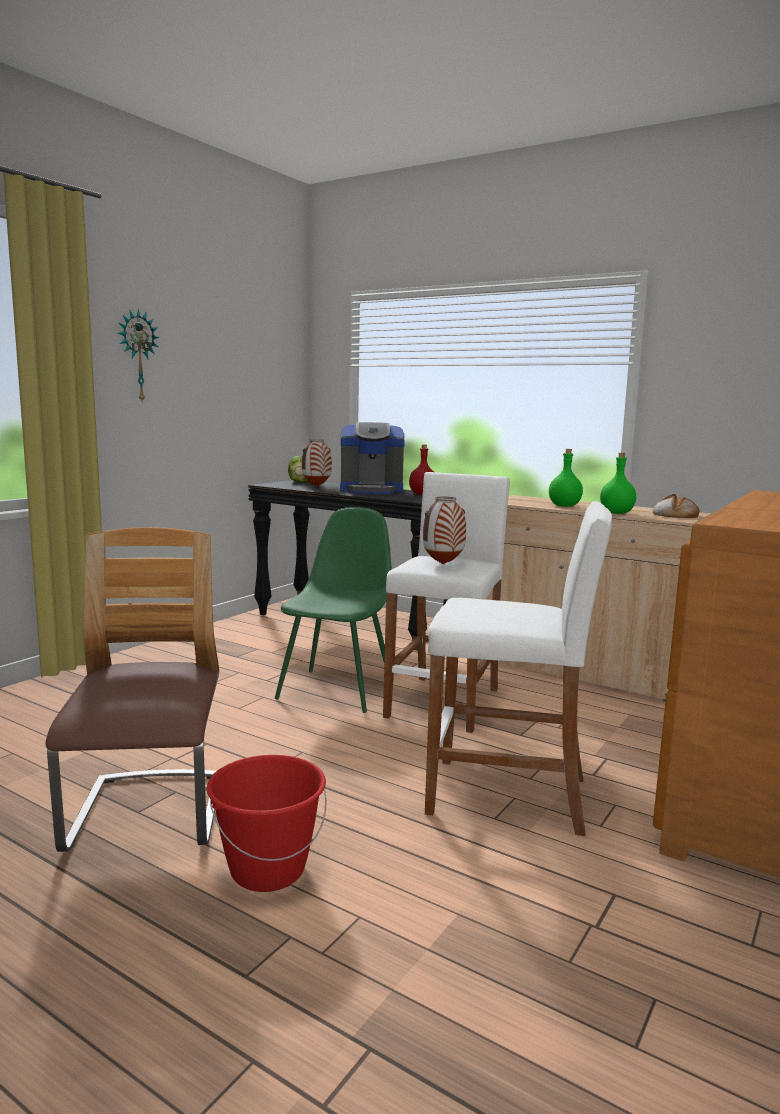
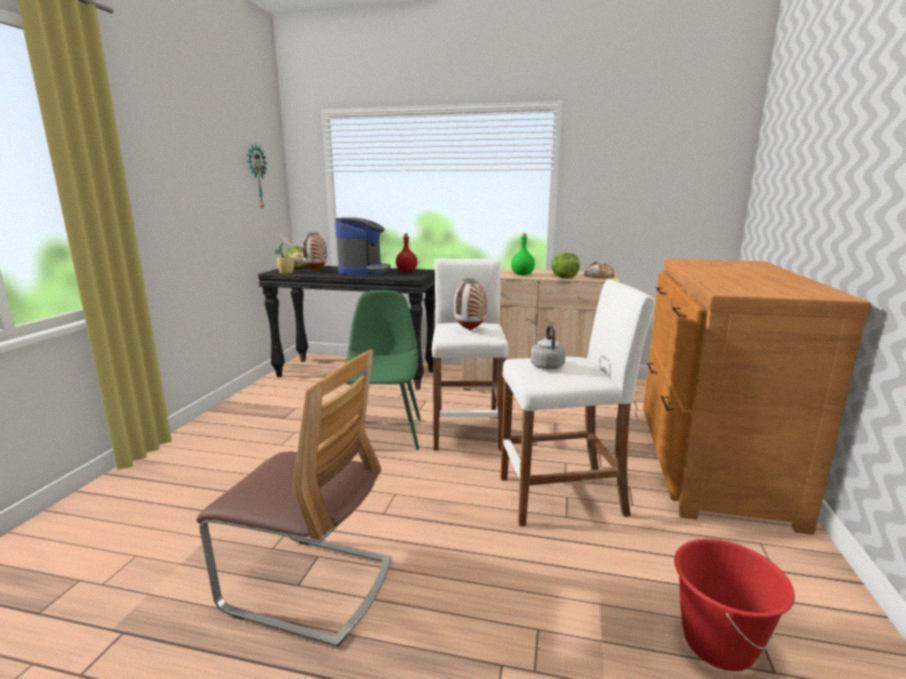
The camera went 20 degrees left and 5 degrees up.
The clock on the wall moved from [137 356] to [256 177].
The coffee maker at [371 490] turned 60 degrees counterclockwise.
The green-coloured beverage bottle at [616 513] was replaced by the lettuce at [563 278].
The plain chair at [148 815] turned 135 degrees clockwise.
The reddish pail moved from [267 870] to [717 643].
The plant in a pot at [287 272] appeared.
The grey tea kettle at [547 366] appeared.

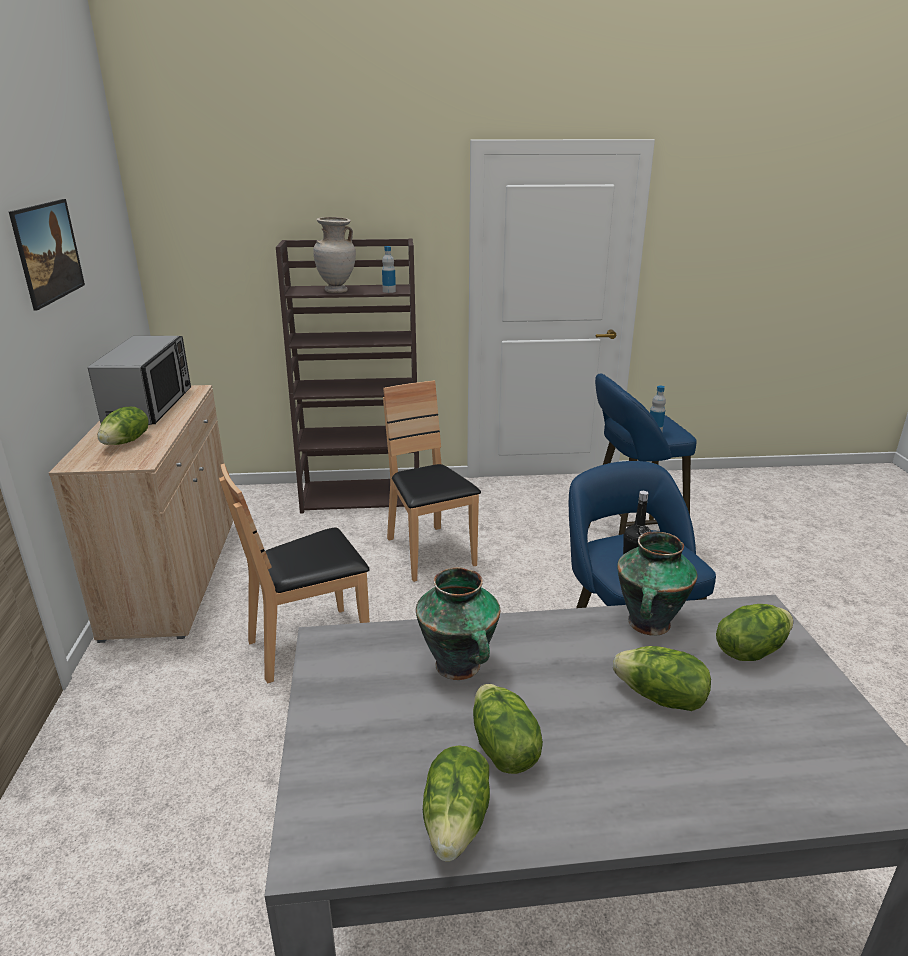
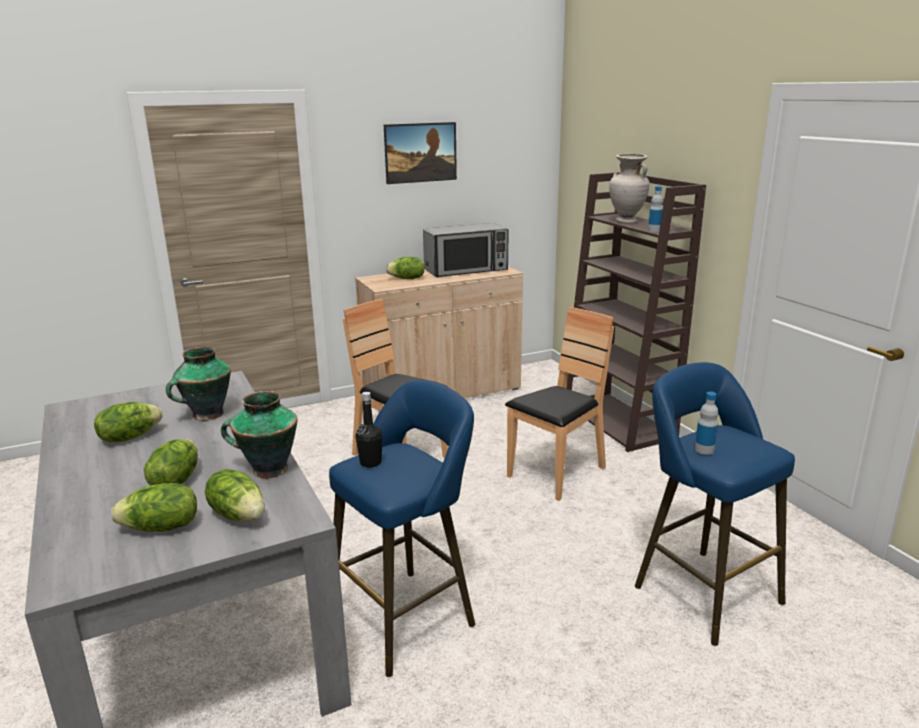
The camera went 70 degrees right and 5 degrees down.
The lettuce moved from [457 821] to [161 528].

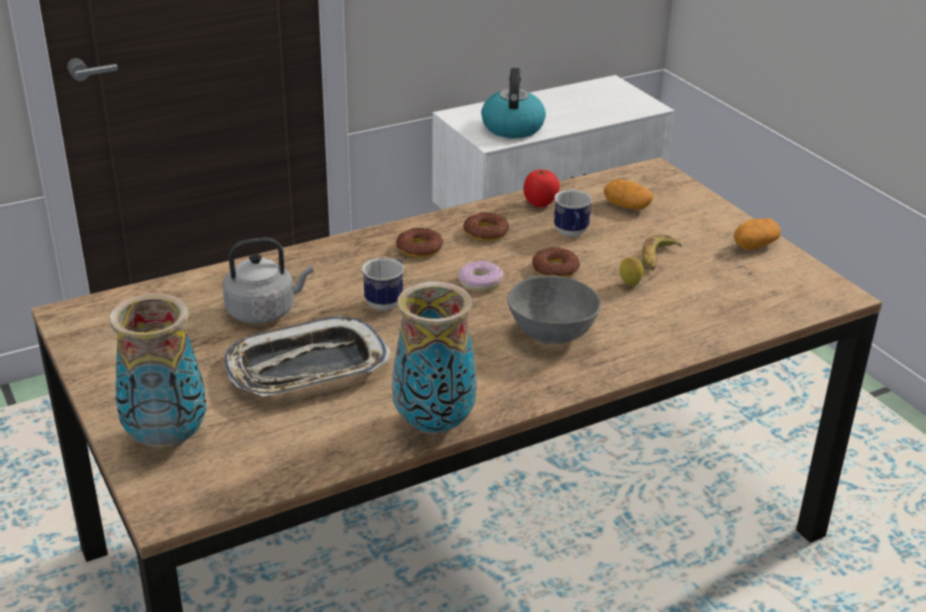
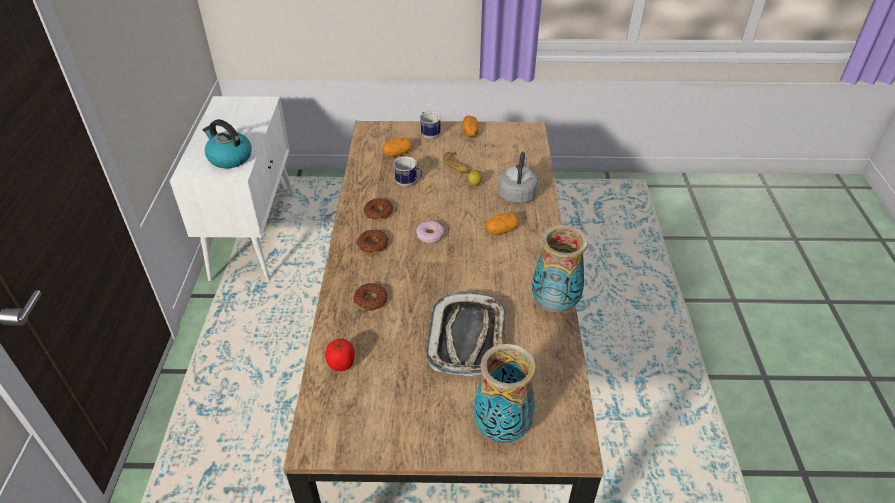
The camera went 60 degrees left and 10 degrees up.
The fresh tomato moved from [540 203] to [342 364].
The grey tea kettle moved from [264 311] to [517 194].
The ring doughnut moved from [555 269] to [371 300].
The mug moved from [387 301] to [429 134].
The grey bowl at [551 335] was replaced by the spud at [501 230].

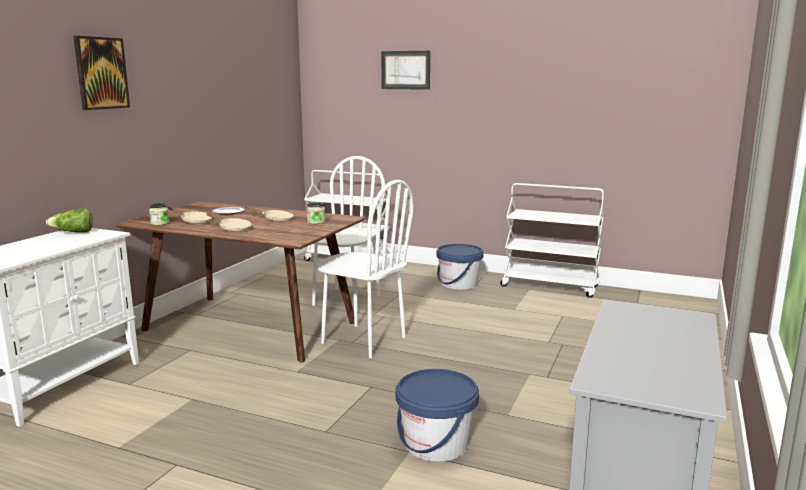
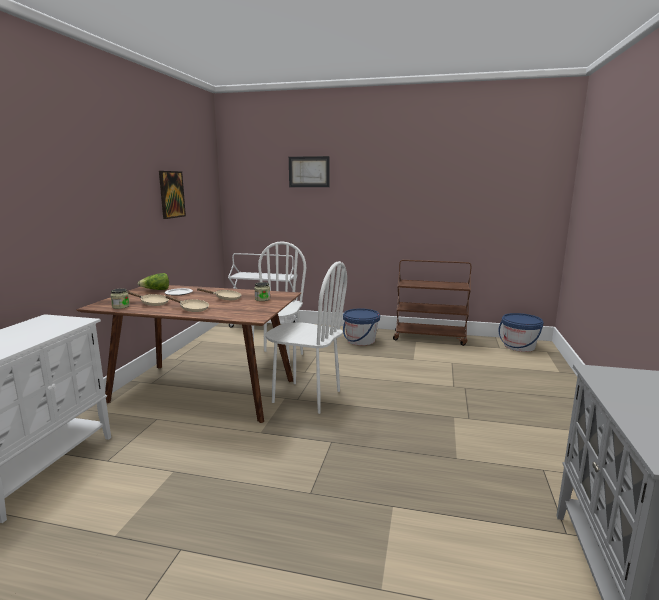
The camera went 10 degrees left and 0 degrees up.
The wall picture moved from [101 73] to [171 194].
The white trolley at [550 286] became the brownish trolley at [430 338].
The lettuce moved from [73 232] to [156 290].
The bluish pail moved from [436 444] to [519 346].

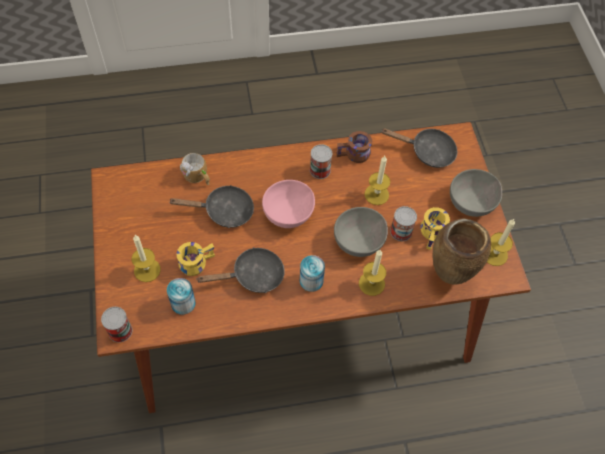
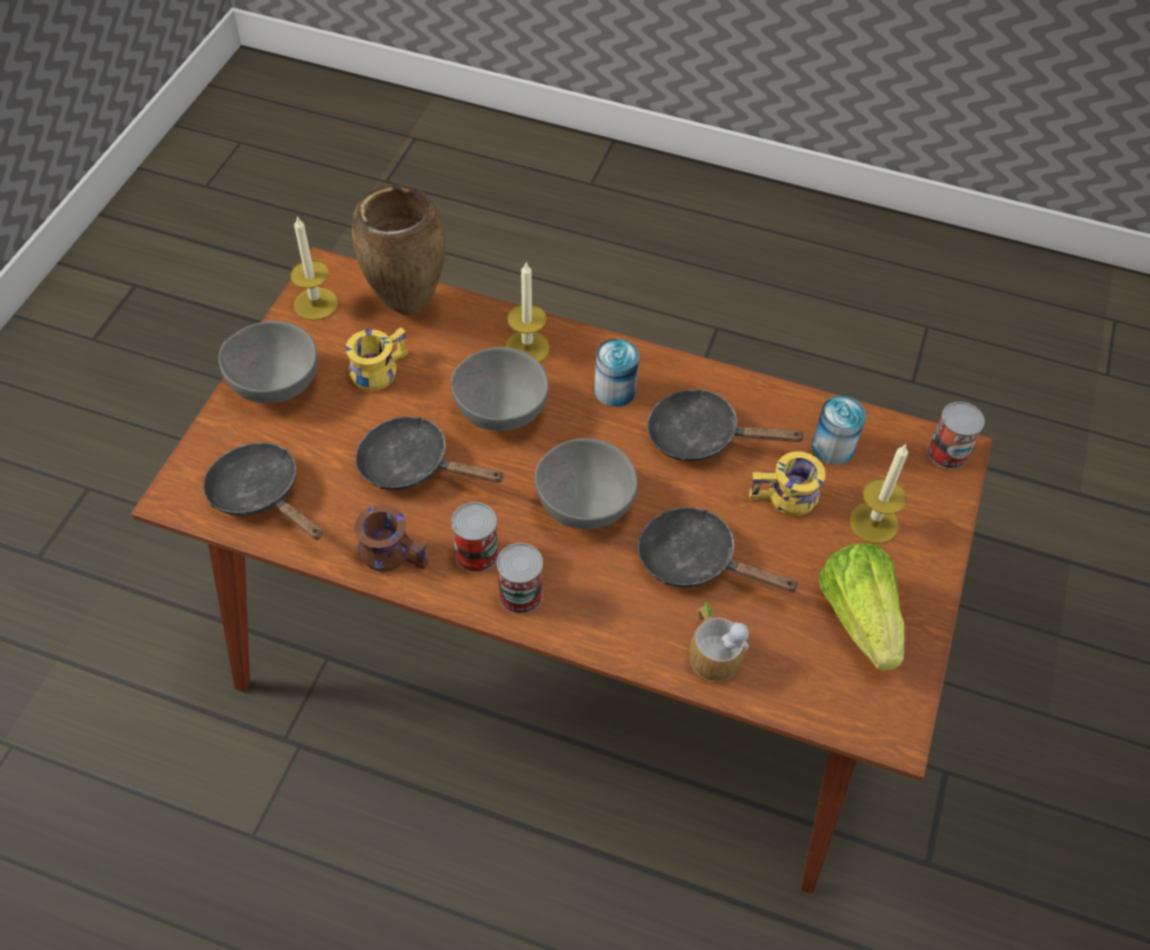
The camera went 150 degrees left and 5 degrees down.
The wax candle at [376 194] was replaced by the blackish frying pan at [413 466].
The pink-coloured bowl at [290 214] became the grey bowl at [582 502].
The sealed can moved from [401 231] to [520 594].
The lettuce at [859 617] appeared.

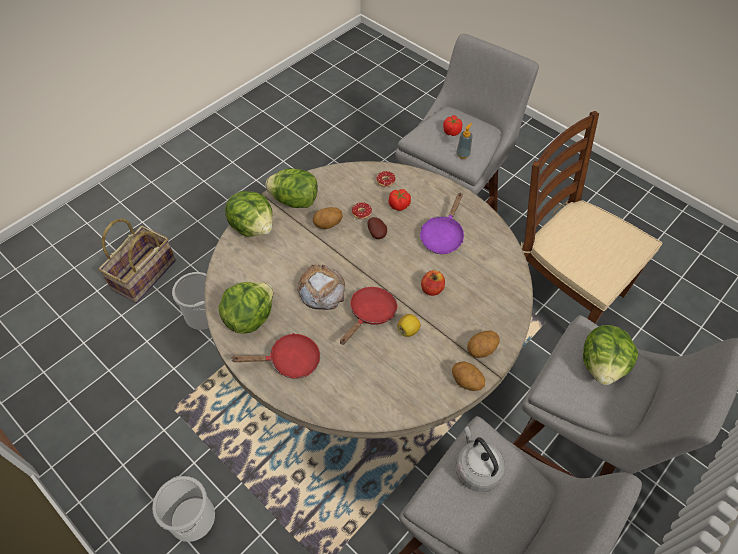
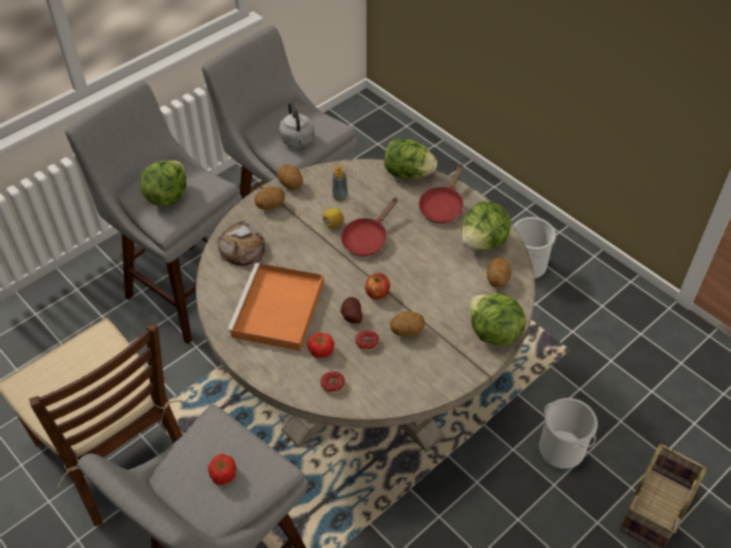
The camera went 175 degrees left and 5 degrees down.
The soap dispenser moved from [463 154] to [340 197].
The lettuce moved from [295 201] to [408 173].
The purplish frying pan at [442 236] was replaced by the orangey tray at [278 311].
The baked bread moved from [321 290] to [242 248].
The apple moved from [432 289] to [377 293].
The reddish frying pan at [289 361] turned 60 degrees counterclockwise.
The spud at [497 280] appeared.

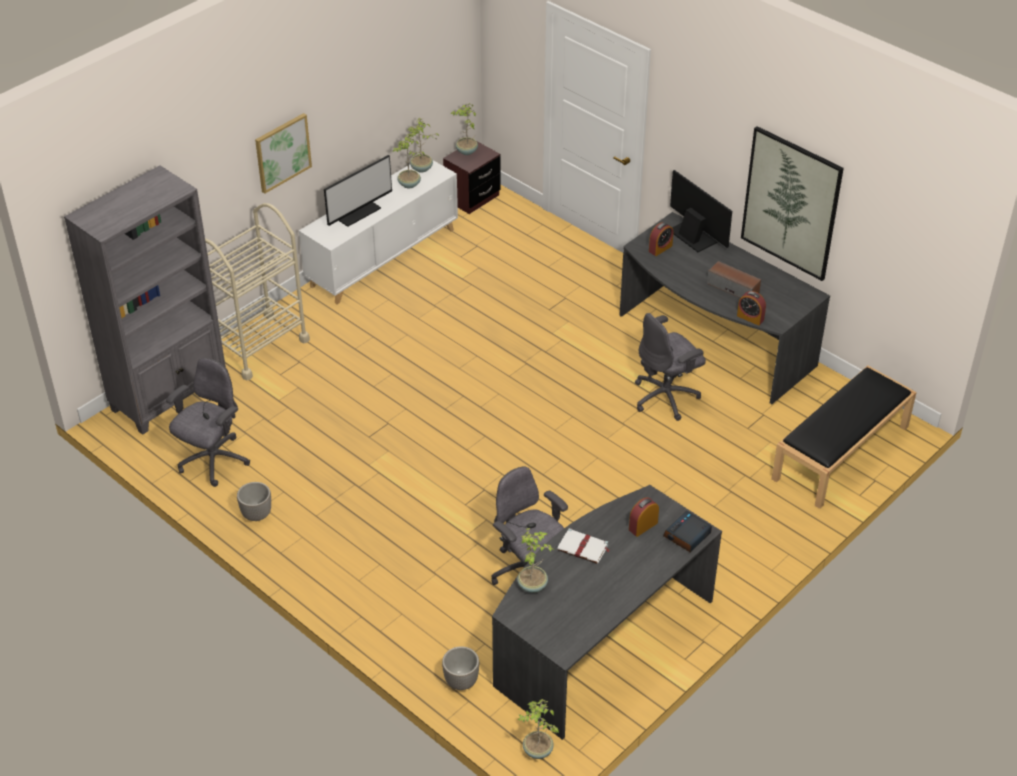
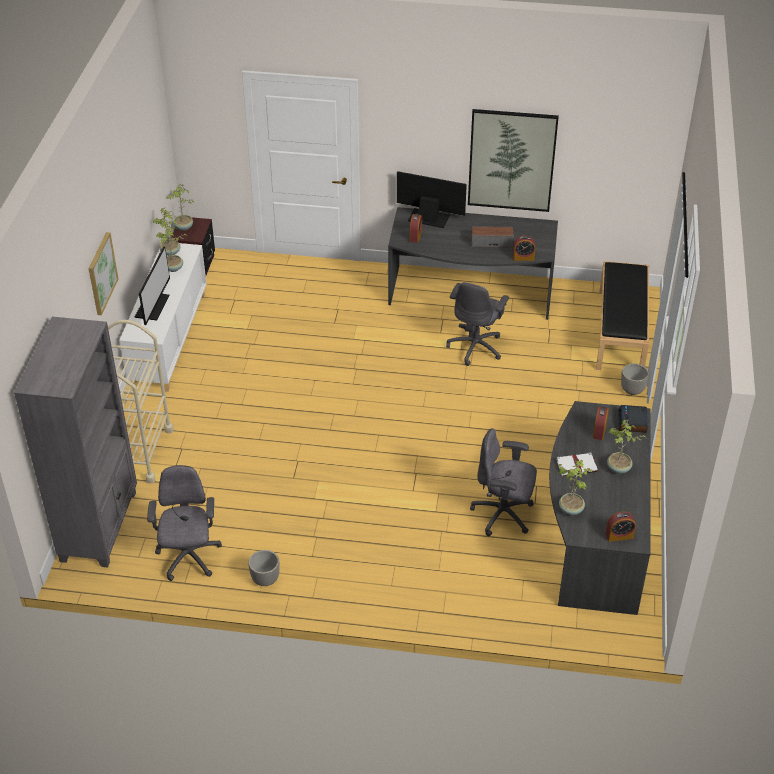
The camera went 35 degrees left and 0 degrees up.
The flower pot moved from [461 682] to [632 390].
The plant in a pot moved from [537 751] to [619 469].
The bedside clock at [619 536] appeared.

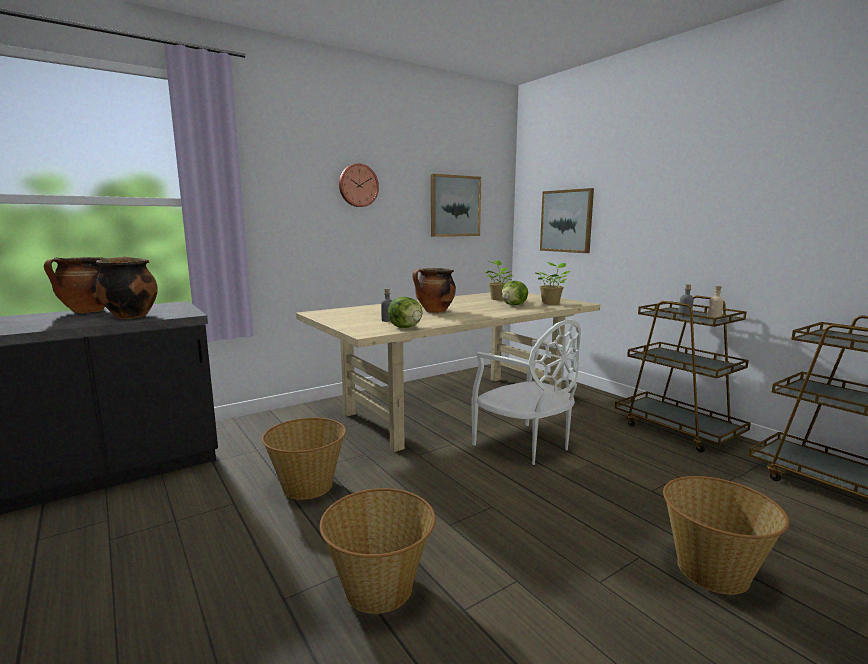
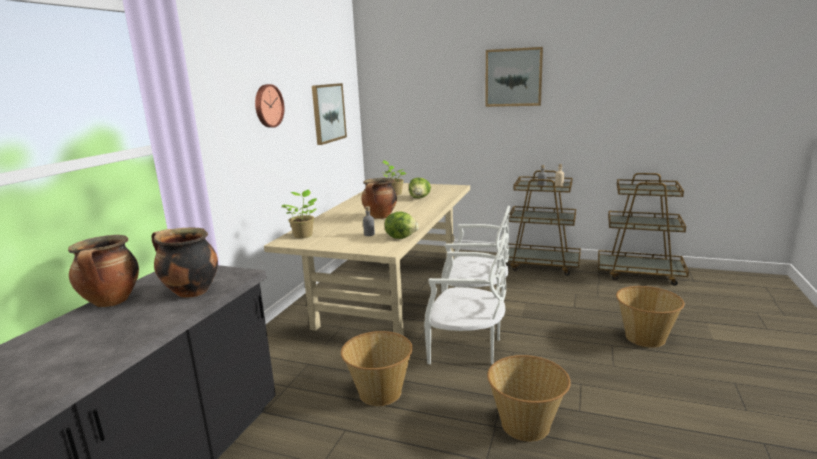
The camera went 35 degrees left and 5 degrees up.
The wall picture moved from [566 221] to [513 77].
The plant in a pot moved from [551 303] to [303 235].
The white plain chair at [467 348] appeared.

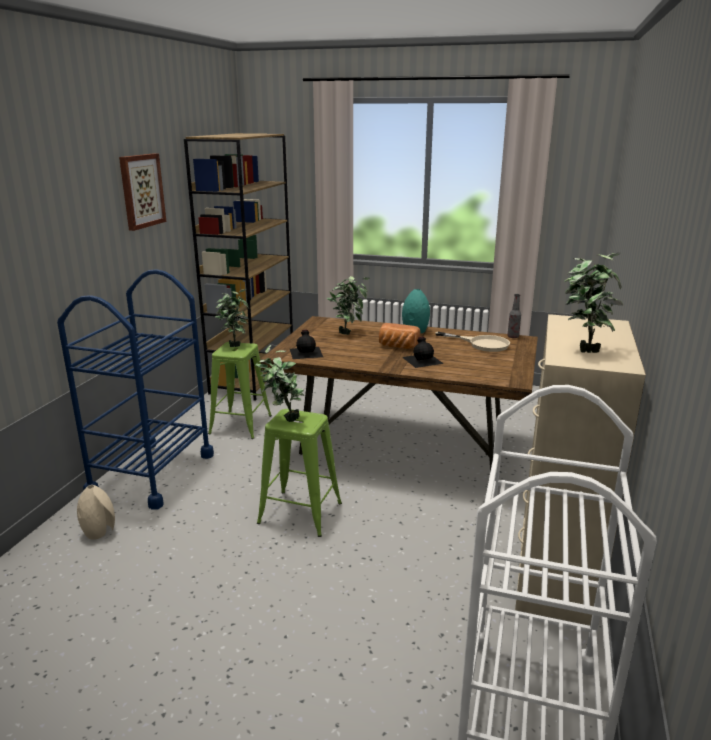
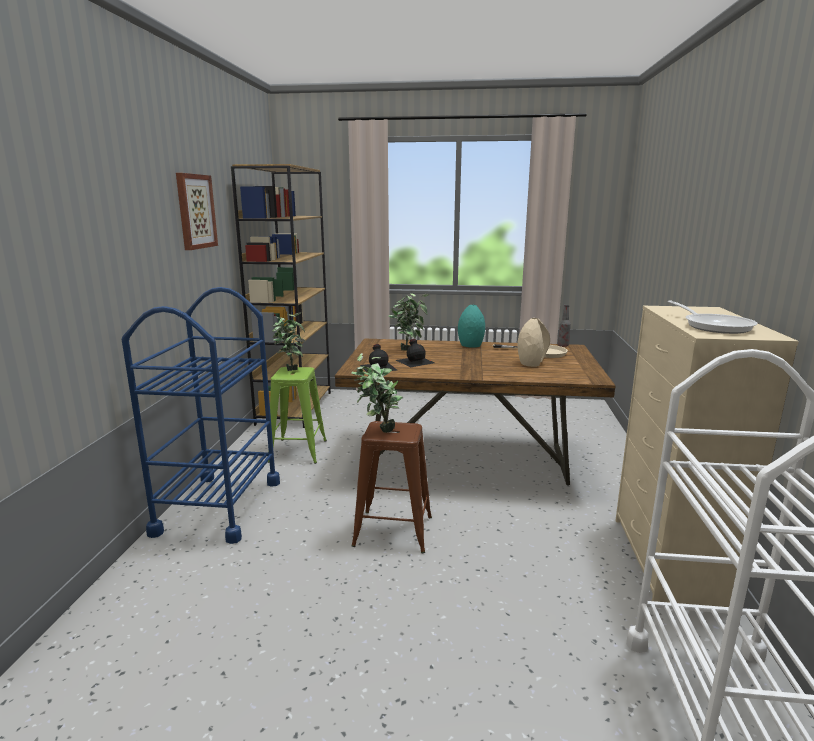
The camera went 10 degrees left and 5 degrees down.
The plant in a pot at [584 349] was replaced by the frying pan at [714 326].
The baked bread at [397 347] disappeared.
The blackish beverage bottle moved from [422 360] to [415 361].
The green-coloured stool seat at [301 513] became the brownish stool seat at [394 531].
The sand-coloured vase moved from [100 531] to [531 363].

